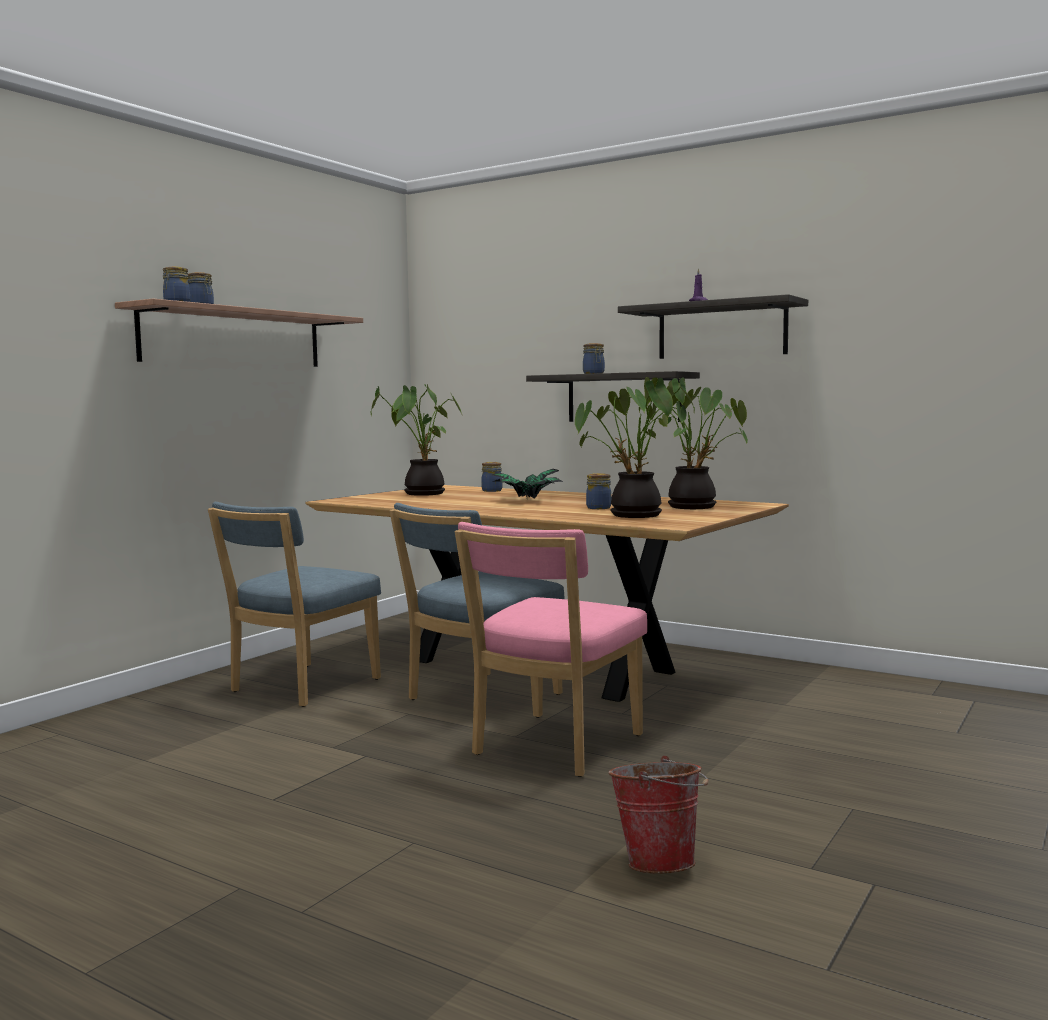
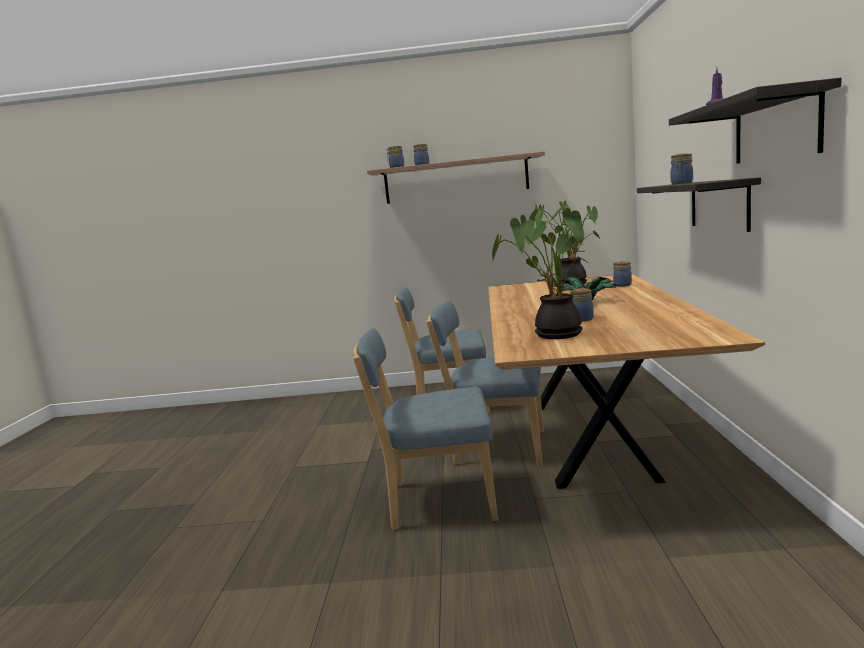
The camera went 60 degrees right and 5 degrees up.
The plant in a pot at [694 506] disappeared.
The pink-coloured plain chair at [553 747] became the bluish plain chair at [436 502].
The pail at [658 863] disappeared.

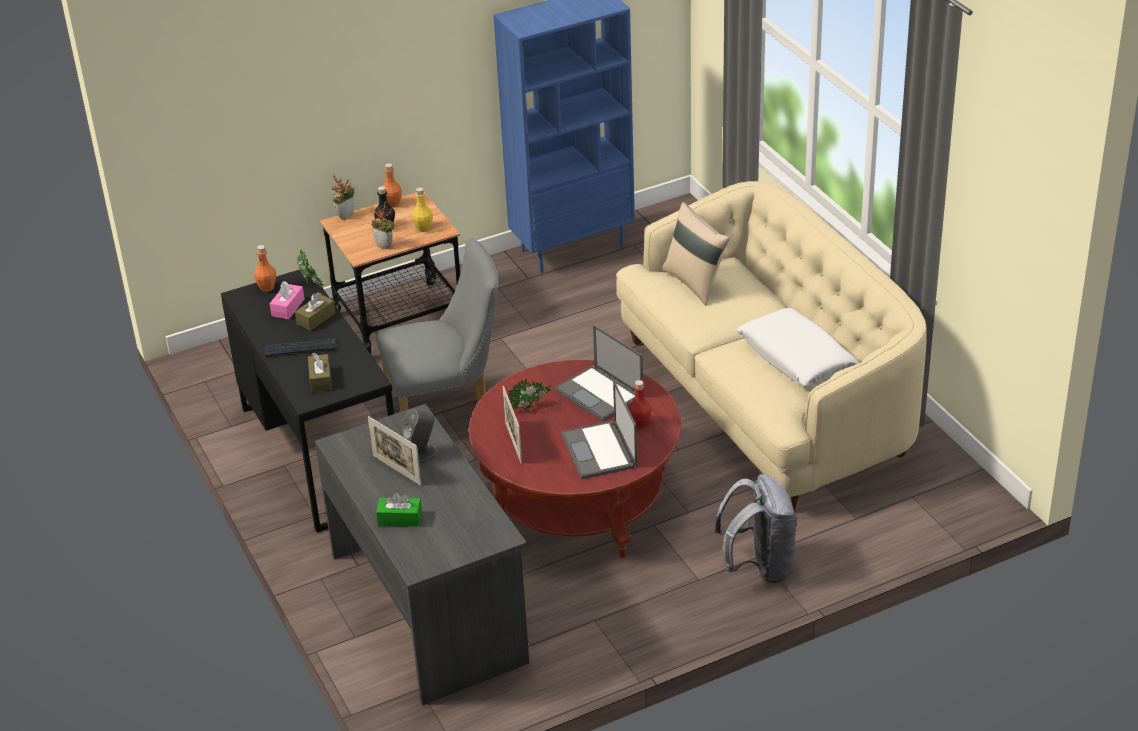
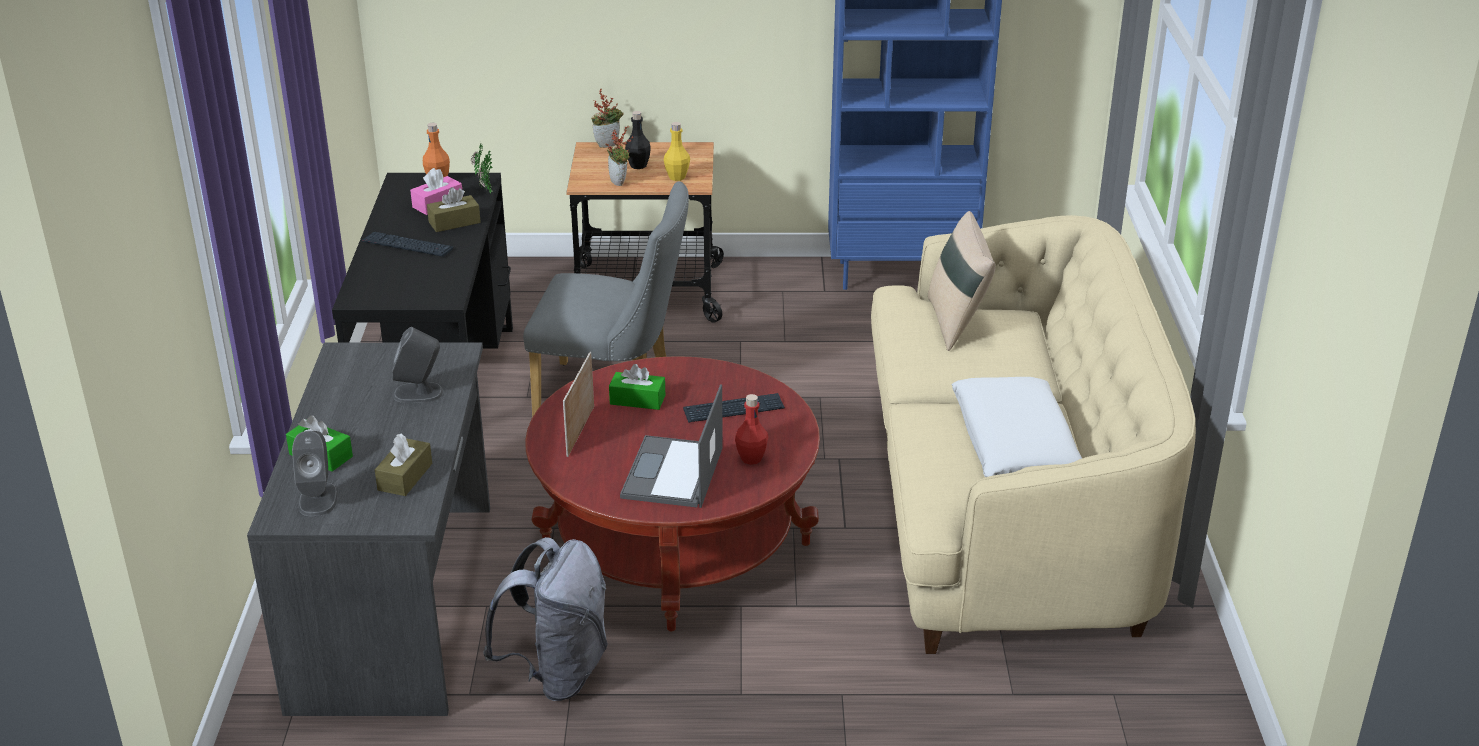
The camera went 25 degrees right and 5 degrees down.
The orangey beverage bottle at [392 204] disappeared.
The portable computer at [600 393] was replaced by the PC keyboard at [734 410].
The brownish tissue box moved from [320 379] to [405 477].
The plant in a pot at [531 408] was replaced by the green-coloured tissue box at [637 400].
The picture frame at [397 470] disappeared.
The grey backpack moved from [759 567] to [557 673].
The grey loudspeaker at [318 499] appeared.

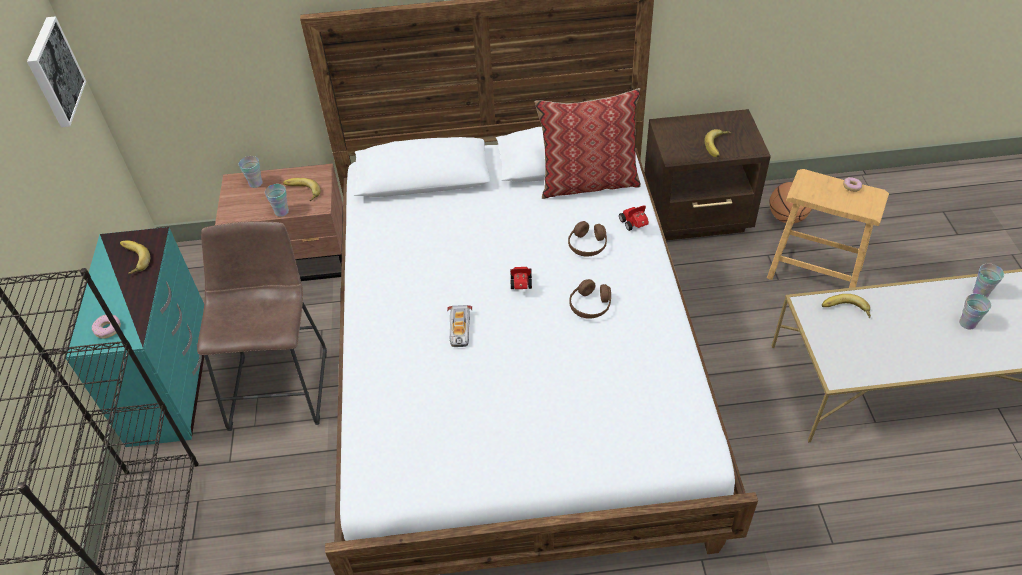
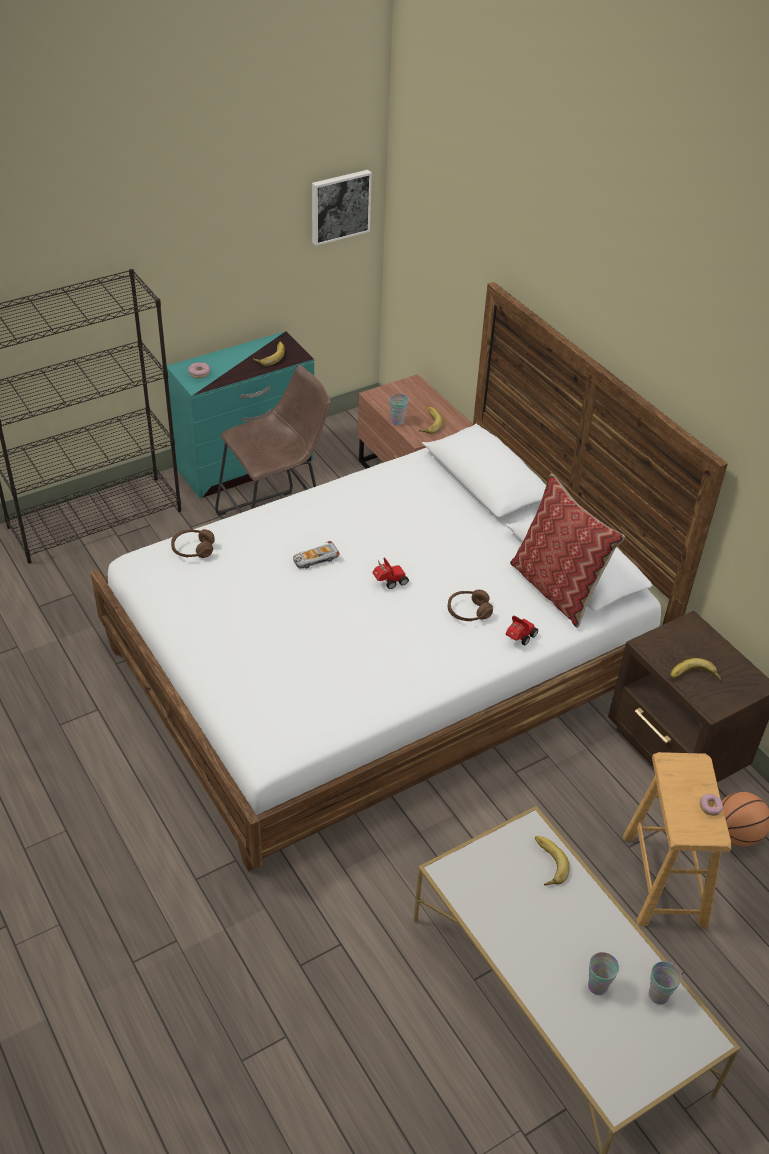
The camera went 60 degrees right and 5 degrees down.
The drinking cup at [255 183] disappeared.
The brownish headphones moved from [590 305] to [193 549].

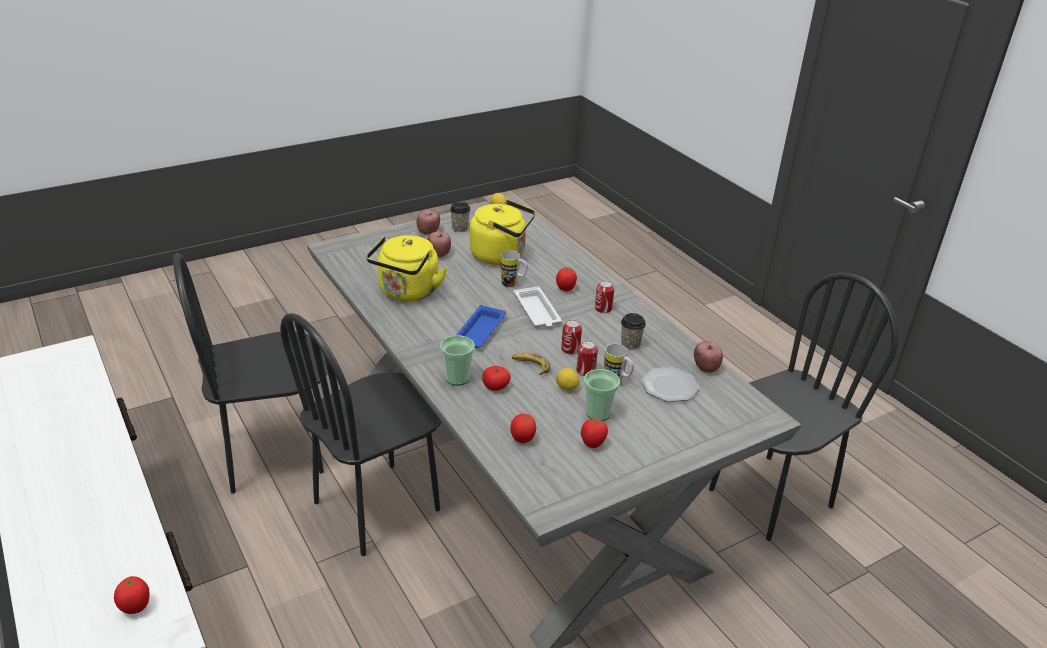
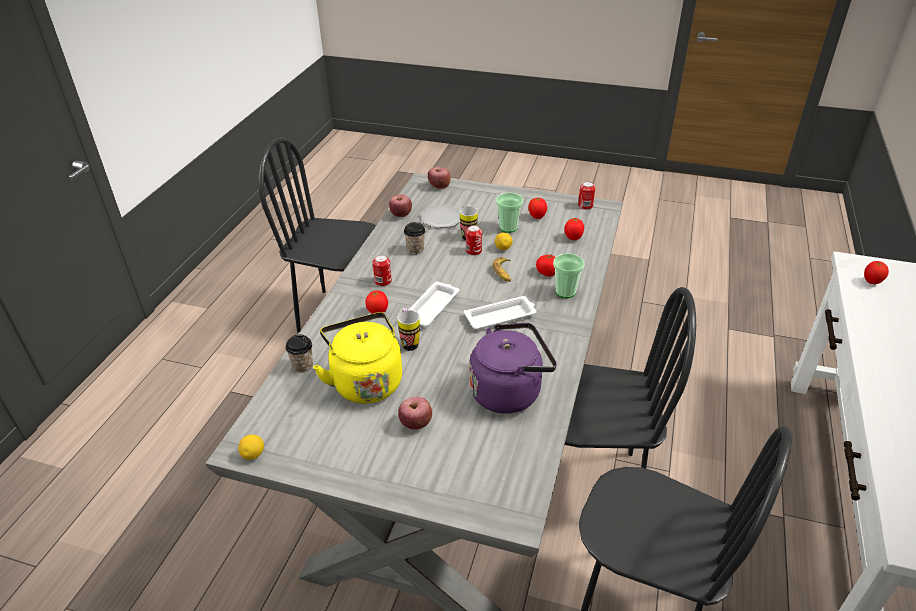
The camera went 130 degrees left and 5 degrees up.
The drinking cup moved from [460 228] to [302 366].
The apple moved from [428 231] to [439 186].
The yellow-coloured tea kettle at [407 293] became the purplish tea kettle at [509 391].
The bluish tray at [479 332] became the white tray at [501 316].
The sealed can moved from [570 349] to [585 206].

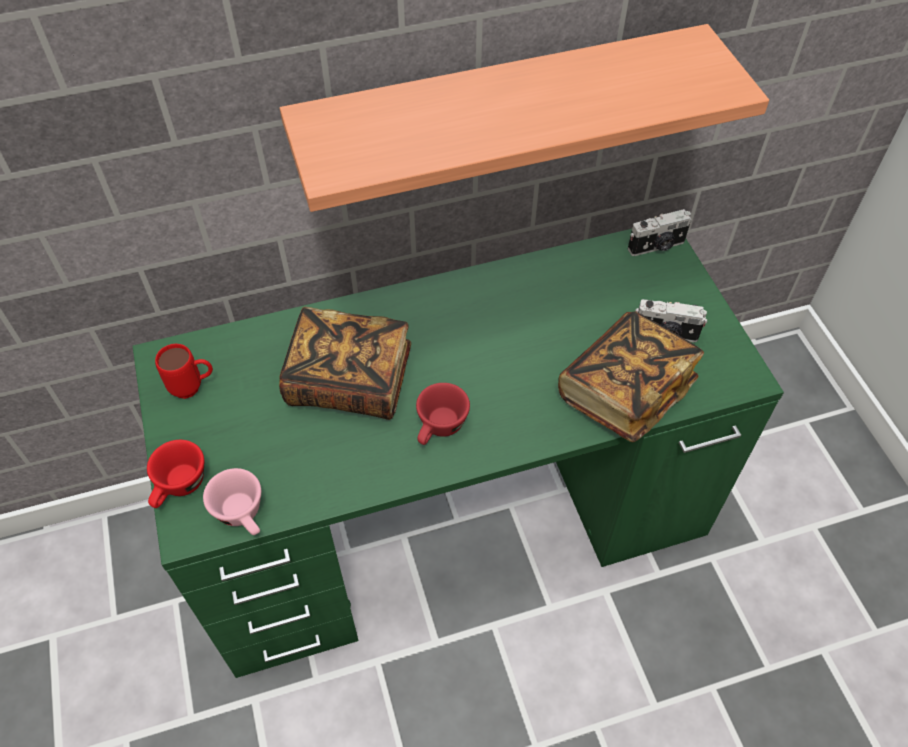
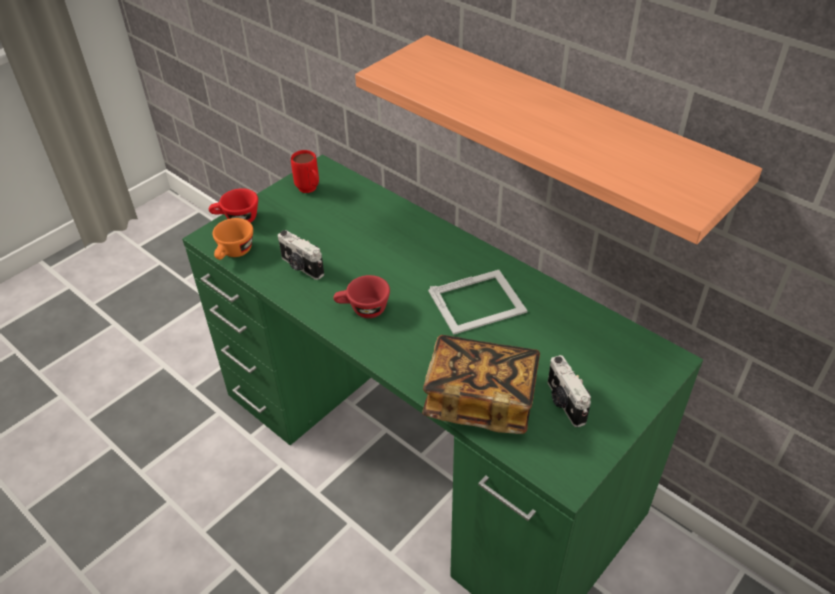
The camera went 60 degrees right and 10 degrees down.
The photo camera moved from [657 246] to [301 267].
The volume at [350 381] disappeared.
The pink-coloured drinking cup at [244 515] became the orangey drinking cup at [234 253].
The picture frame at [478 301] appeared.

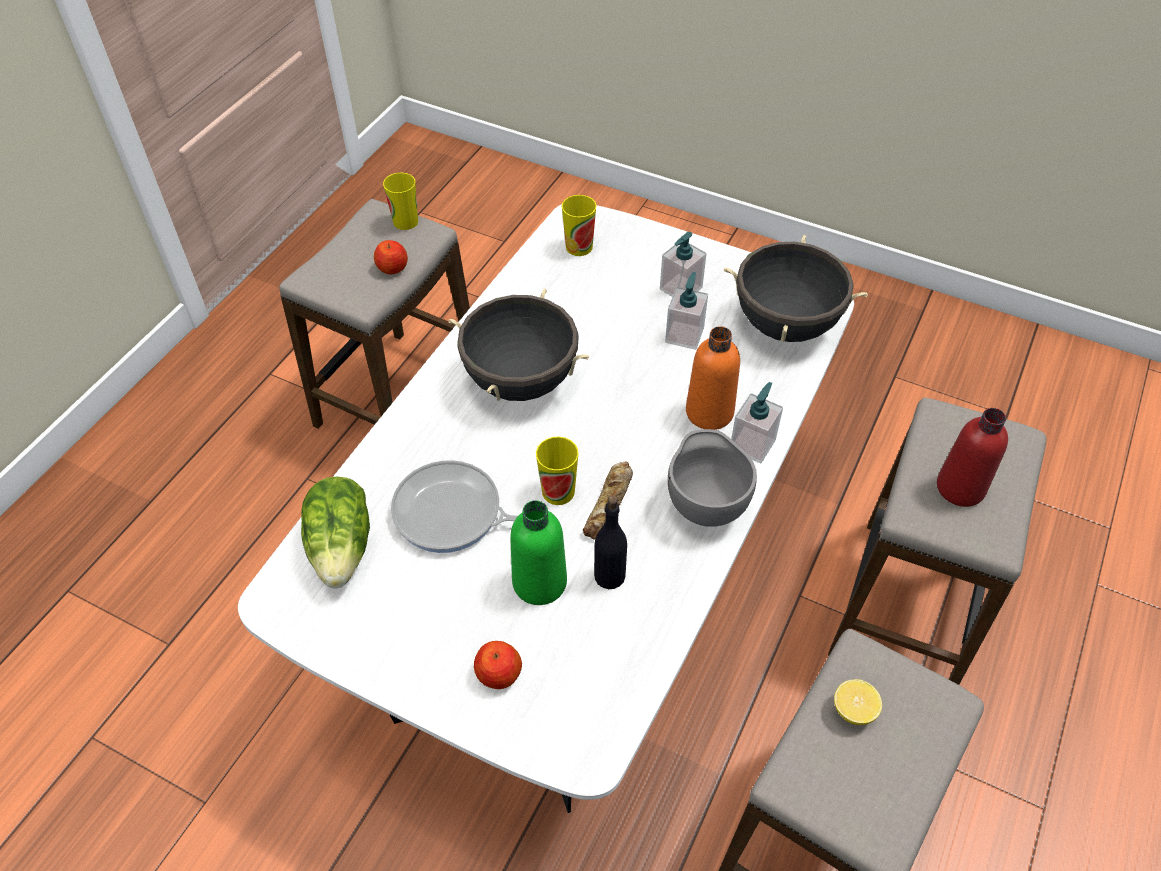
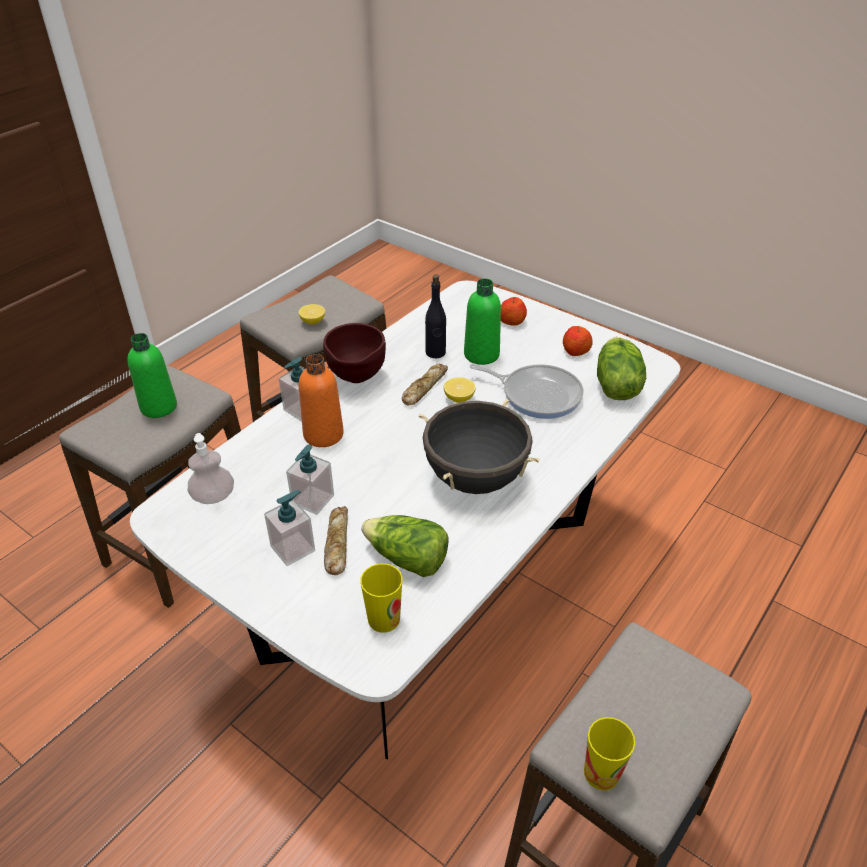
The camera went 170 degrees left and 10 degrees down.
The blackish stockpot at [785 325] was replaced by the soap dispenser at [213 497].
The apple moved from [393 268] to [575 351].
The reddish beverage bottle at [960 488] became the green-coloured beverage bottle at [158 407].
The grey bowl at [706 505] became the brownish bowl at [356 379].
The drinking cup at [558 491] was replaced by the lemon at [459 398].
The baked bread at [336 544] appeared.
The lettuce at [407 559] appeared.

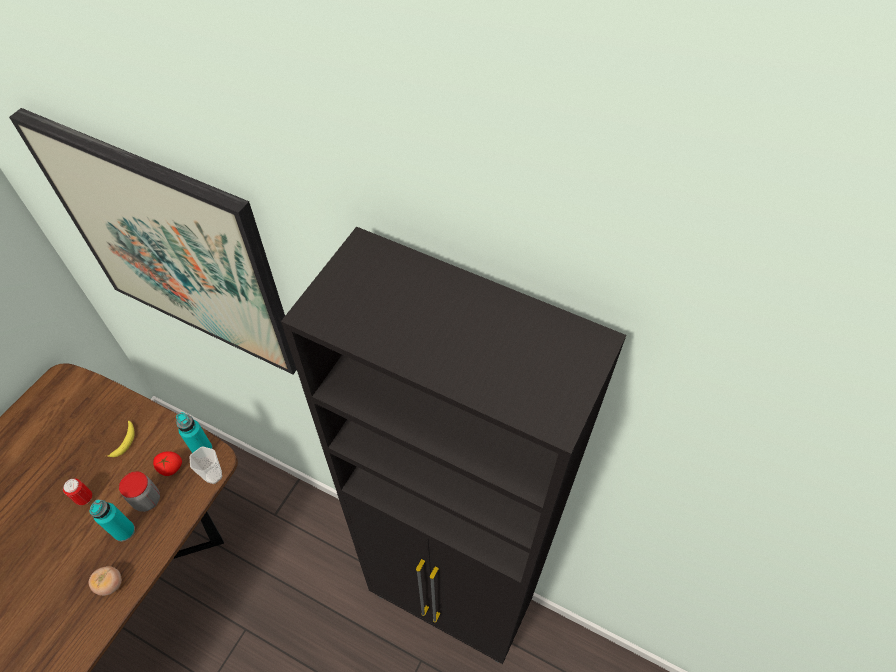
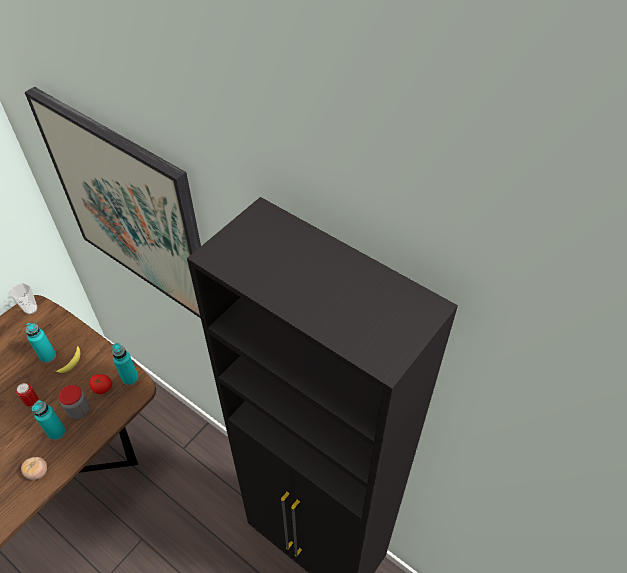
The camera went 10 degrees right and 5 degrees down.
The drinking cup moved from [213 476] to [31 309].
The turquoise-coloured beverage bottle at [48 356] appeared.

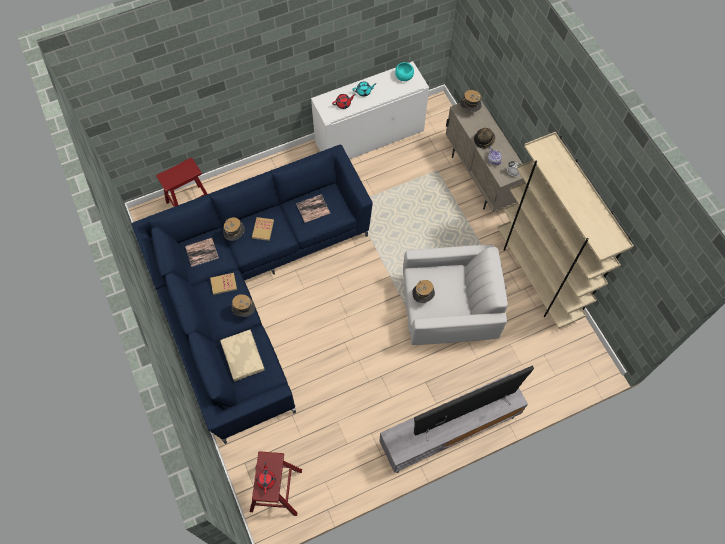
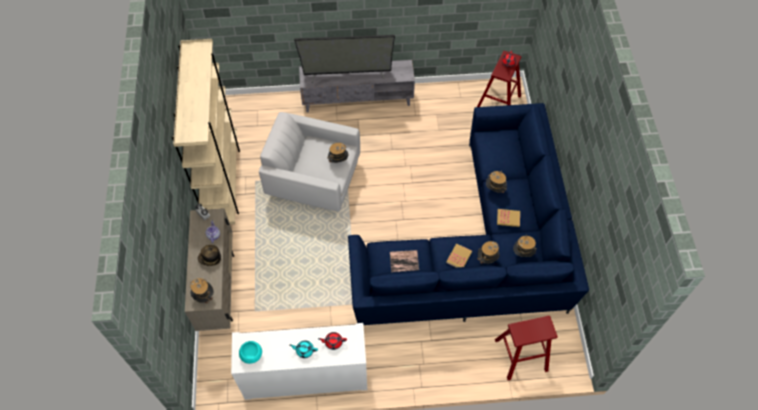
The camera went 160 degrees left and 5 degrees down.
The volume at [202 252] was replaced by the clothing hat at [522 253].
The sand-coloured pillow at [242 357] disappeared.

